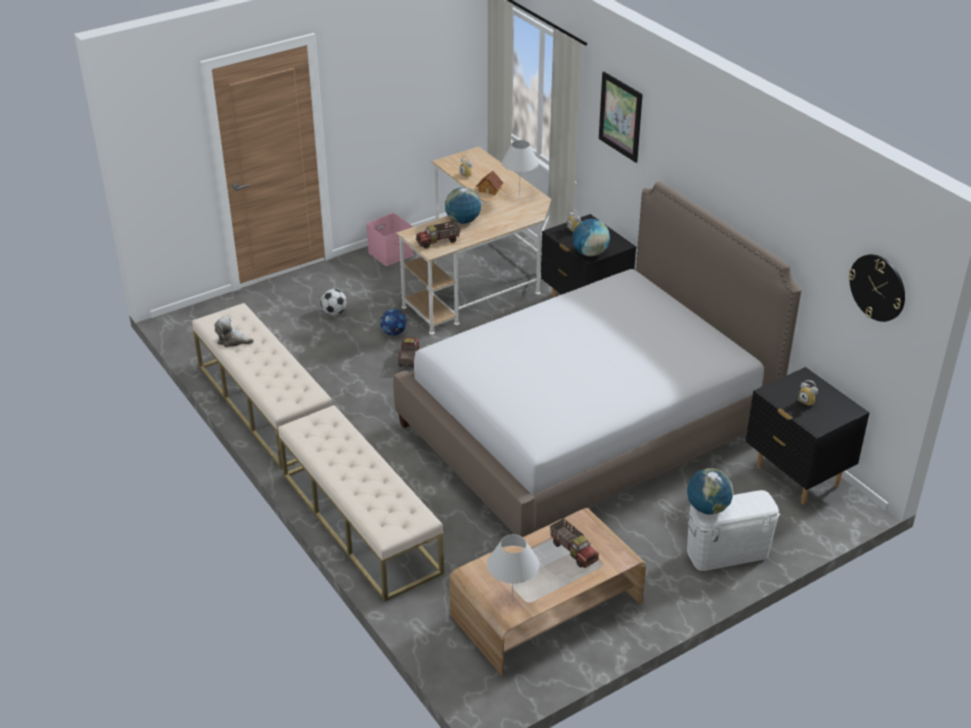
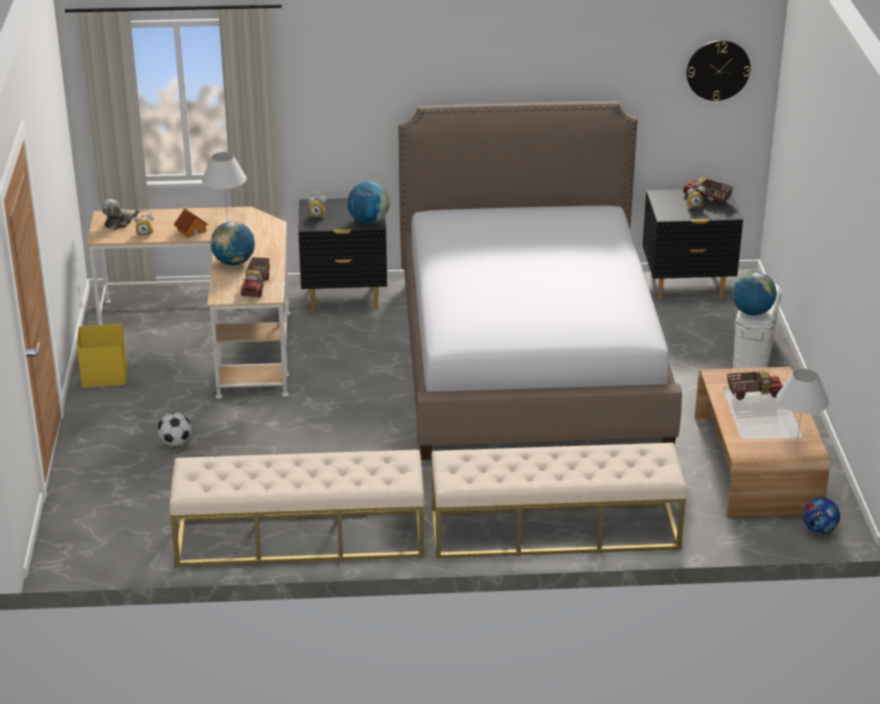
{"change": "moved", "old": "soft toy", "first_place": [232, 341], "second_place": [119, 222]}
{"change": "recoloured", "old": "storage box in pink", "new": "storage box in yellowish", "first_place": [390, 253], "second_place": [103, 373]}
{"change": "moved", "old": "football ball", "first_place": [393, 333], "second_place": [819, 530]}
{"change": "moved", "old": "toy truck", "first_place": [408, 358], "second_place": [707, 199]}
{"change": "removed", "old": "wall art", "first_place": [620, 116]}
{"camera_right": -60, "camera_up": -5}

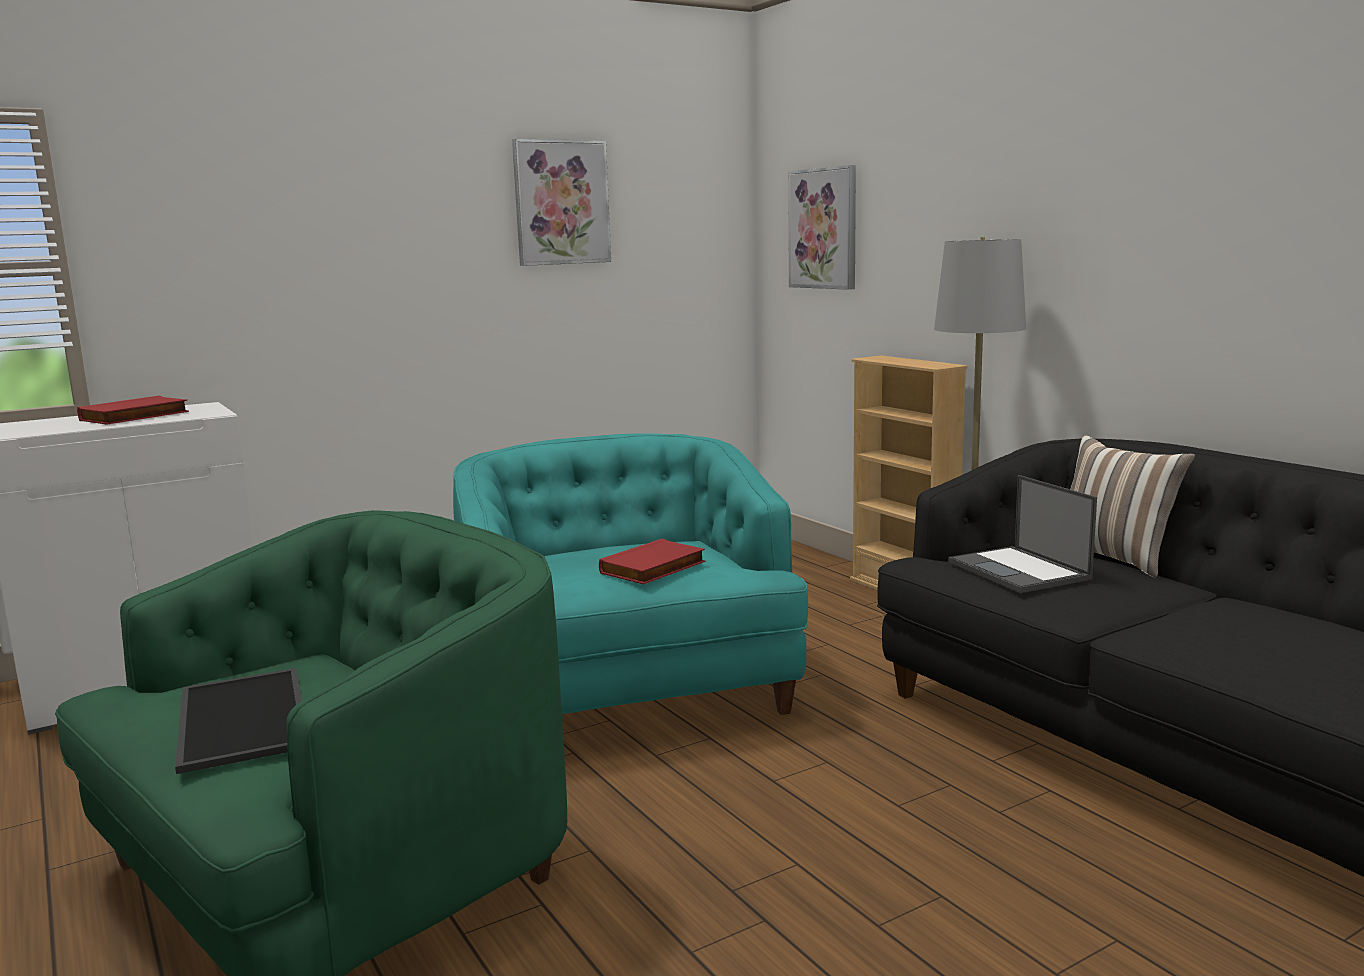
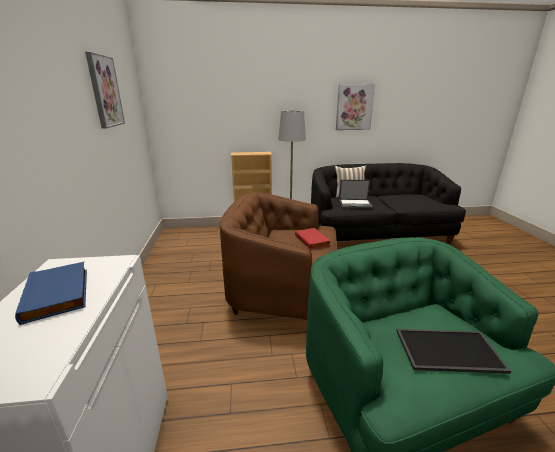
{"change": "recoloured", "old": "bound book in red", "new": "bound book in blue-coloured", "first_place": [135, 416], "second_place": [59, 294]}
{"change": "recoloured", "old": "easy chair in blue-green", "new": "easy chair in brownish", "first_place": [624, 691], "second_place": [284, 291]}
{"change": "moved", "old": "wall art", "first_place": [823, 228], "second_place": [354, 107]}
{"camera_right": -65, "camera_up": 10}

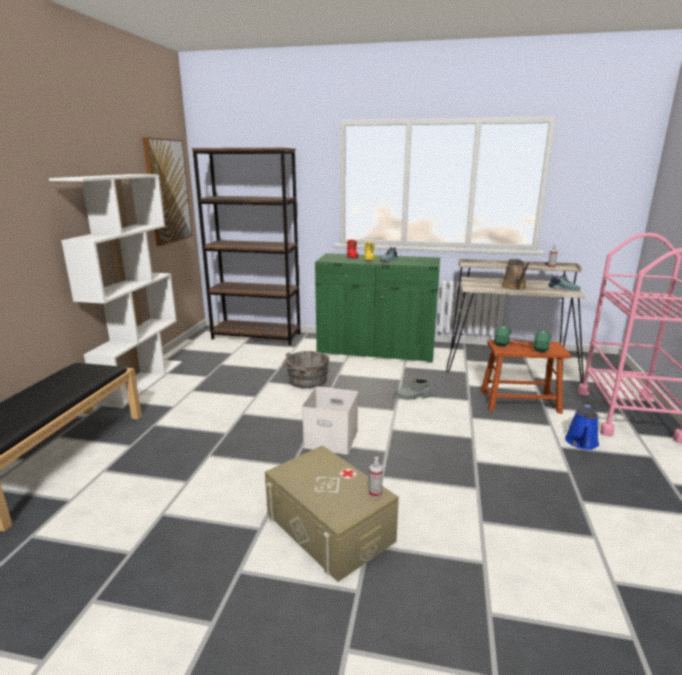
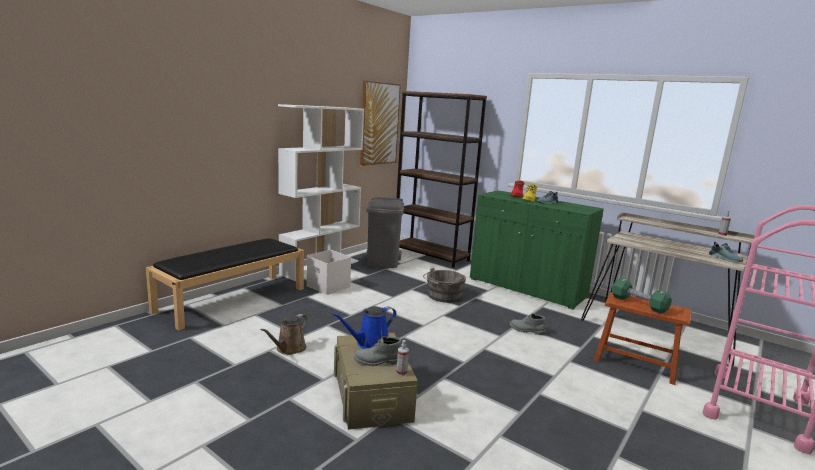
{"change": "moved", "old": "storage box in white", "first_place": [332, 438], "second_place": [329, 286]}
{"change": "moved", "old": "watering pot in brownish", "first_place": [514, 287], "second_place": [289, 349]}
{"change": "moved", "old": "watering pot in blue-coloured", "first_place": [581, 443], "second_place": [370, 344]}
{"change": "added", "new": "high-top boot in gray", "second_place": [378, 361]}
{"change": "added", "new": "rubbish bin in gray", "second_place": [383, 262]}
{"camera_right": 25, "camera_up": -5}

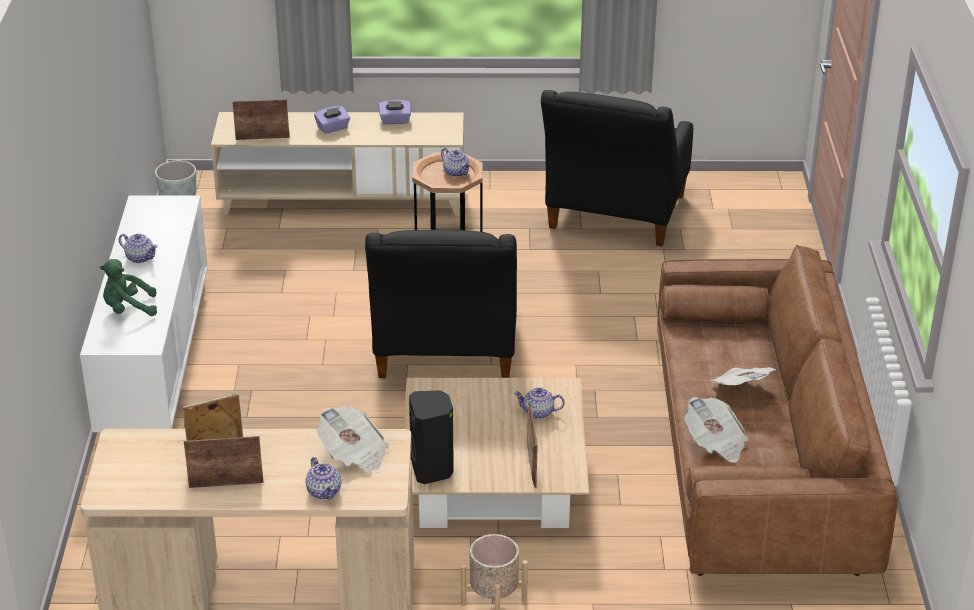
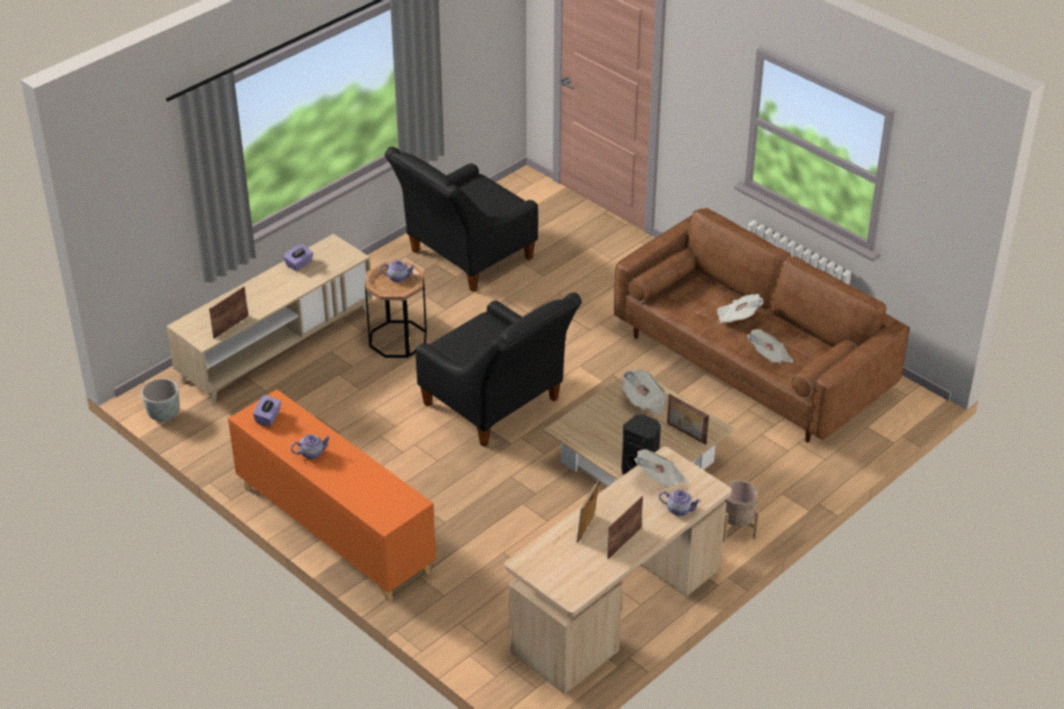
{"change": "recoloured", "old": "cupboard in white", "new": "cupboard in orange-coloured", "first_place": [156, 364], "second_place": [334, 529]}
{"change": "removed", "old": "soft toy in greenish", "first_place": [128, 309]}
{"change": "moved", "old": "tissue holder in purple-coloured", "first_place": [333, 128], "second_place": [268, 417]}
{"change": "replaced", "old": "teapot", "new": "newspaper", "first_place": [539, 412], "second_place": [644, 401]}
{"change": "turned", "old": "easy chair in black", "first_place": [613, 217], "second_place": [464, 258], "degrees": 75}
{"camera_right": -45, "camera_up": 5}

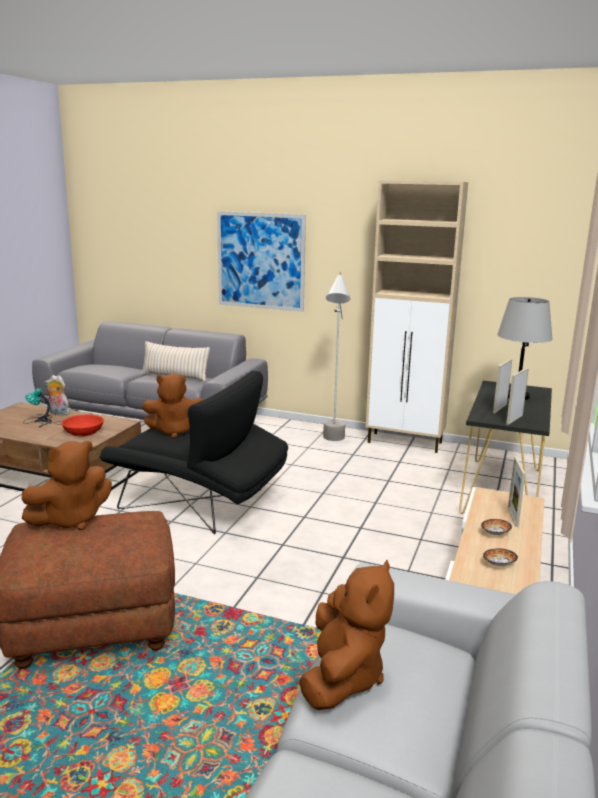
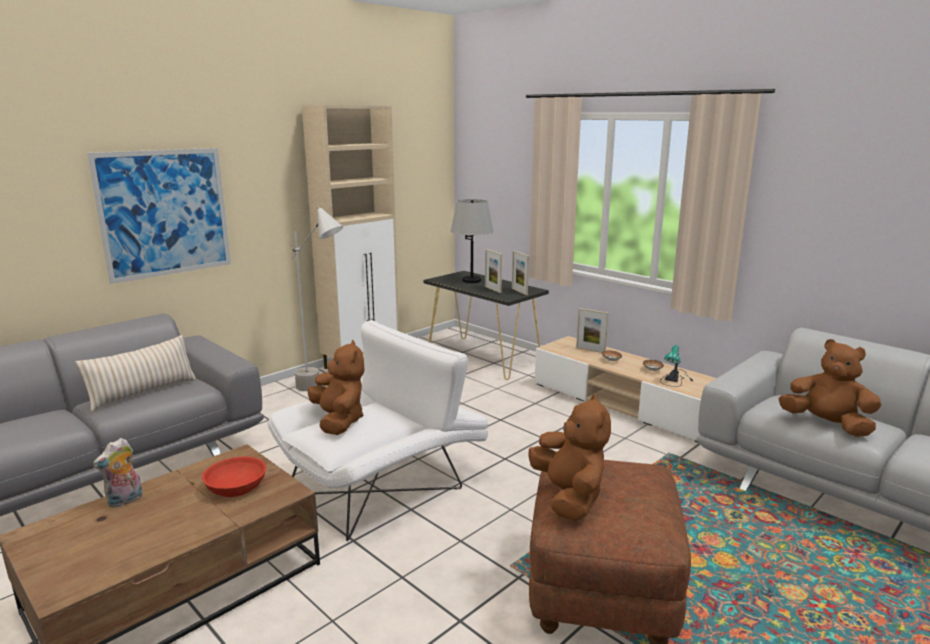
{"change": "moved", "old": "tabletop lamp", "first_place": [44, 422], "second_place": [676, 378]}
{"change": "recoloured", "old": "easy chair in black", "new": "easy chair in white", "first_place": [200, 503], "second_place": [384, 484]}
{"change": "turned", "old": "soft toy in brownish", "first_place": [175, 431], "second_place": [338, 421], "degrees": -45}
{"camera_right": -65, "camera_up": 0}

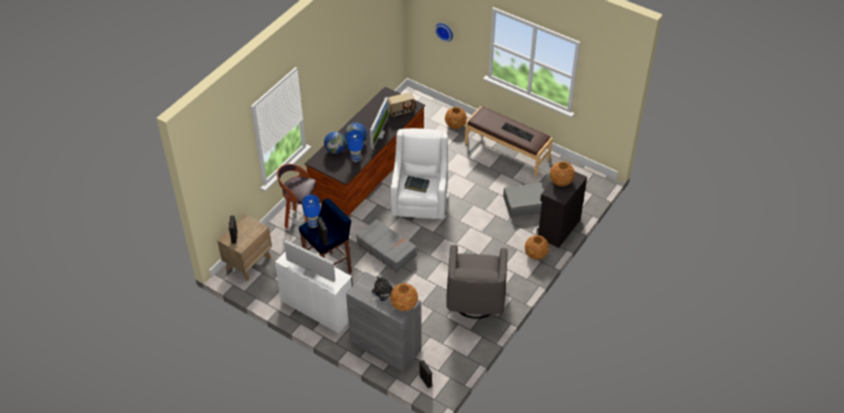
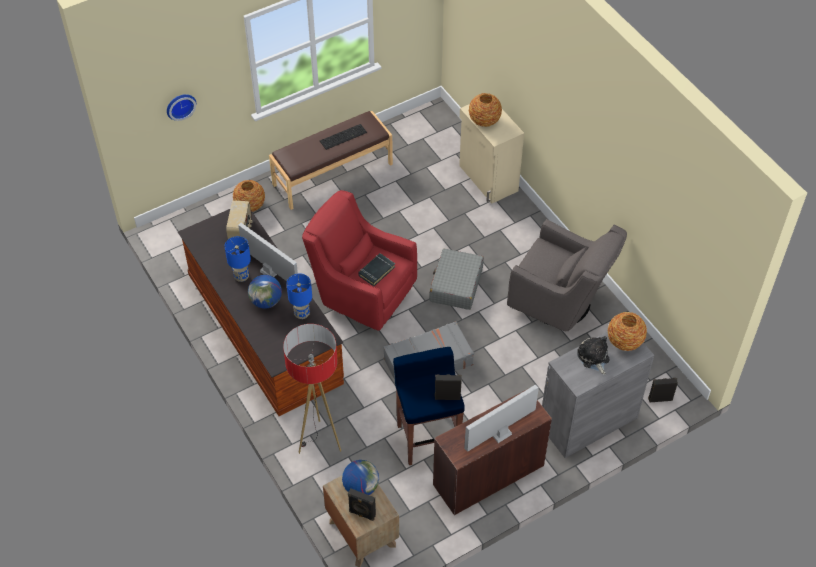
{"change": "recoloured", "old": "desk unit in white", "new": "desk unit in brownish", "first_place": [317, 307], "second_place": [487, 474]}
{"change": "replaced", "old": "sitting stool", "new": "standing lamp", "first_place": [301, 221], "second_place": [319, 441]}
{"change": "moved", "old": "tabletop lamp in blue-coloured", "first_place": [313, 224], "second_place": [241, 276]}
{"change": "moved", "old": "desk globe", "first_place": [335, 150], "second_place": [361, 487]}
{"change": "recoloured", "old": "easy chair in white", "new": "easy chair in red", "first_place": [420, 200], "second_place": [361, 293]}
{"change": "moved", "old": "travel case in gray", "first_place": [524, 204], "second_place": [456, 285]}
{"change": "removed", "old": "vase", "first_place": [536, 254]}
{"change": "recoloured", "old": "cupboard in black", "new": "cupboard in beige-coloured", "first_place": [558, 228], "second_place": [487, 179]}
{"camera_right": -65, "camera_up": 5}

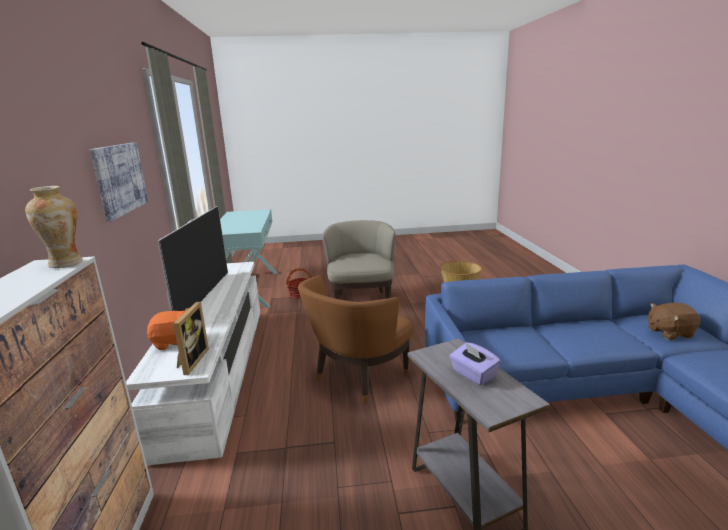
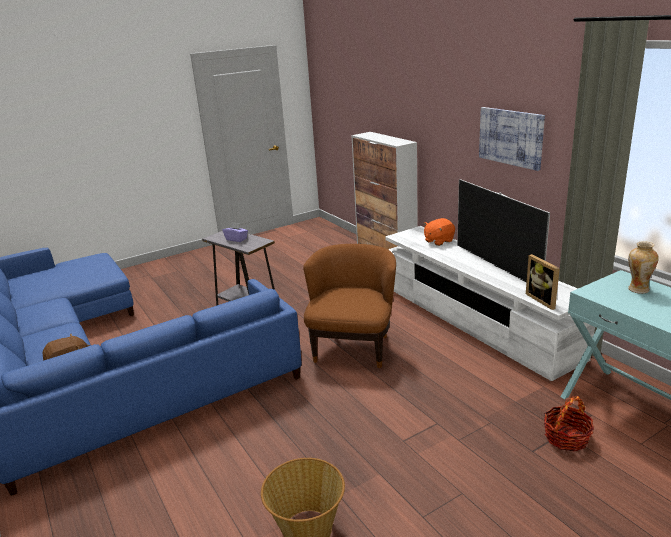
{"change": "moved", "old": "vase", "first_place": [65, 263], "second_place": [637, 289]}
{"change": "moved", "old": "standing frame", "first_place": [191, 361], "second_place": [543, 300]}
{"change": "removed", "old": "easy chair in beige-coloured", "first_place": [361, 301]}
{"camera_right": 155, "camera_up": 5}

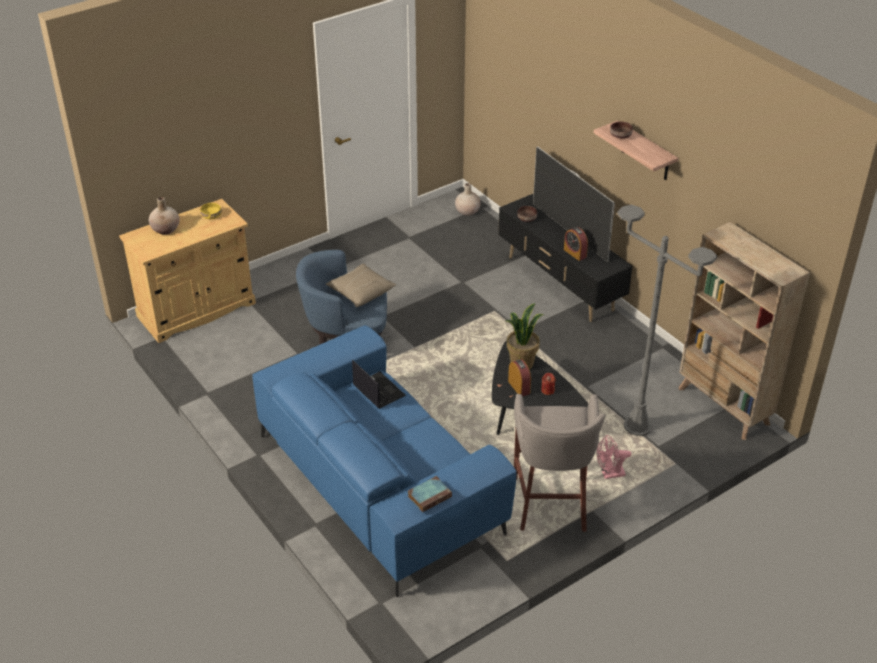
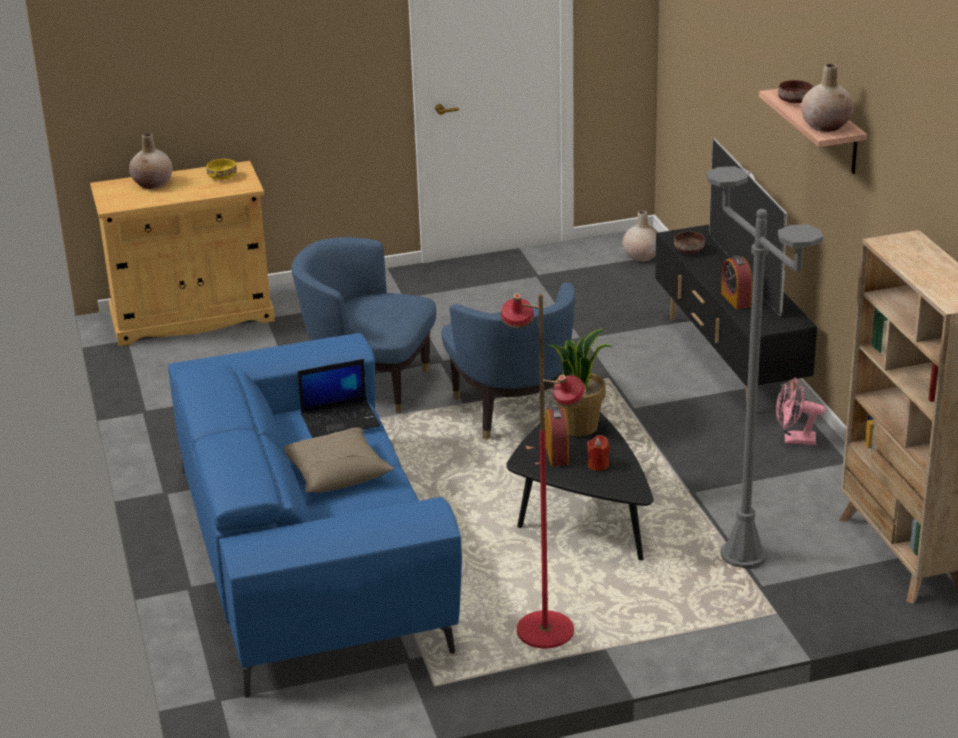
{"change": "moved", "old": "throw pillow in beige-coloured", "first_place": [361, 292], "second_place": [336, 473]}
{"change": "turned", "old": "laptop", "first_place": [378, 390], "second_place": [340, 420], "degrees": 90}
{"change": "removed", "old": "bound book", "first_place": [430, 496]}
{"change": "replaced", "old": "sitting stool in gray", "new": "standing lamp in red", "first_place": [551, 506], "second_place": [545, 630]}
{"change": "moved", "old": "cooling fan in pink", "first_place": [609, 474], "second_place": [794, 440]}
{"change": "added", "new": "easy chair in blue-coloured", "second_place": [512, 411]}
{"change": "added", "new": "vase in beige-coloured", "second_place": [826, 126]}
{"camera_right": 20, "camera_up": -10}

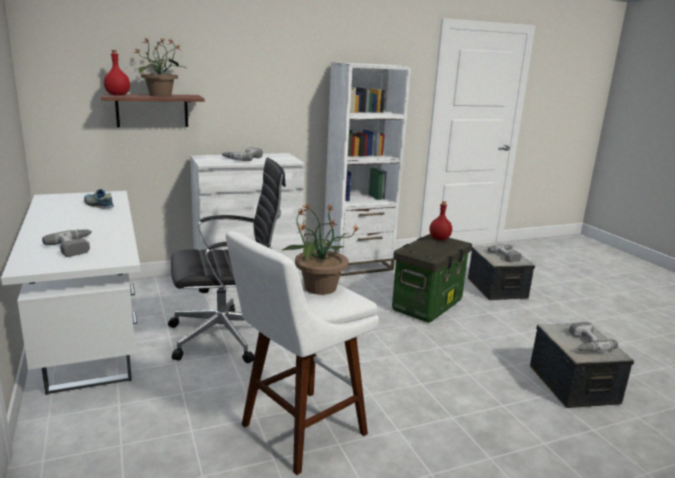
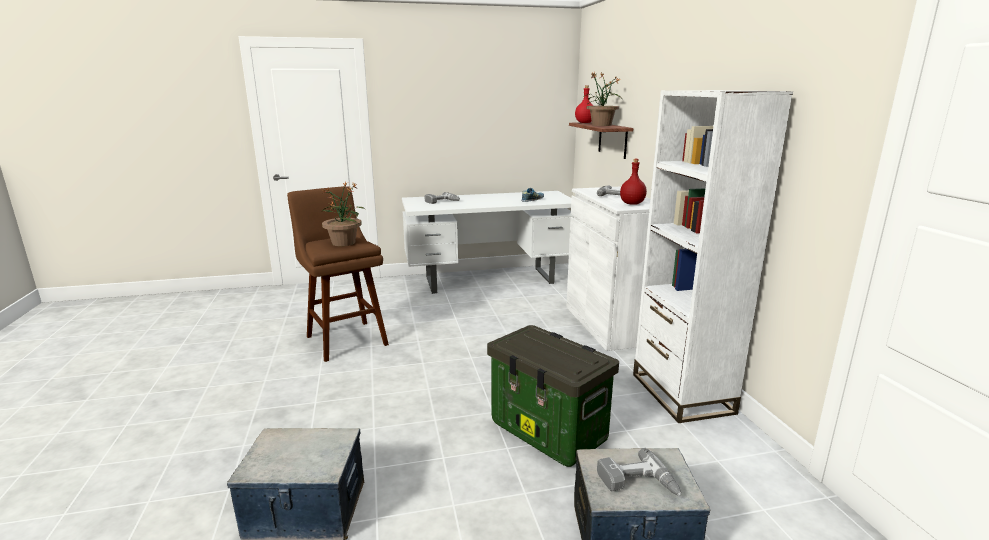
{"change": "removed", "old": "computer chair in black", "first_place": [227, 336]}
{"change": "recoloured", "old": "sitting stool in white", "new": "sitting stool in brownish", "first_place": [297, 432], "second_place": [345, 338]}
{"change": "moved", "old": "drink bottle in red", "first_place": [440, 239], "second_place": [631, 203]}
{"change": "removed", "old": "power drill", "first_place": [584, 343]}
{"camera_right": 100, "camera_up": 0}

